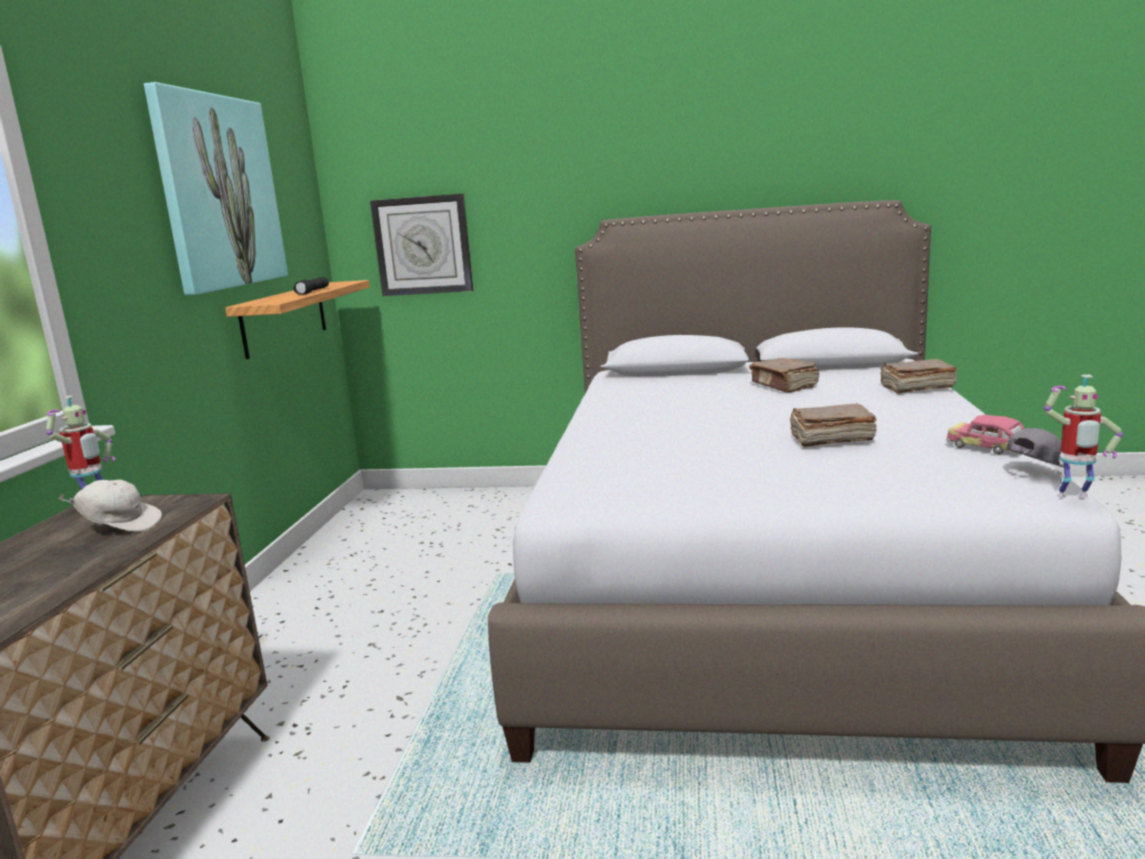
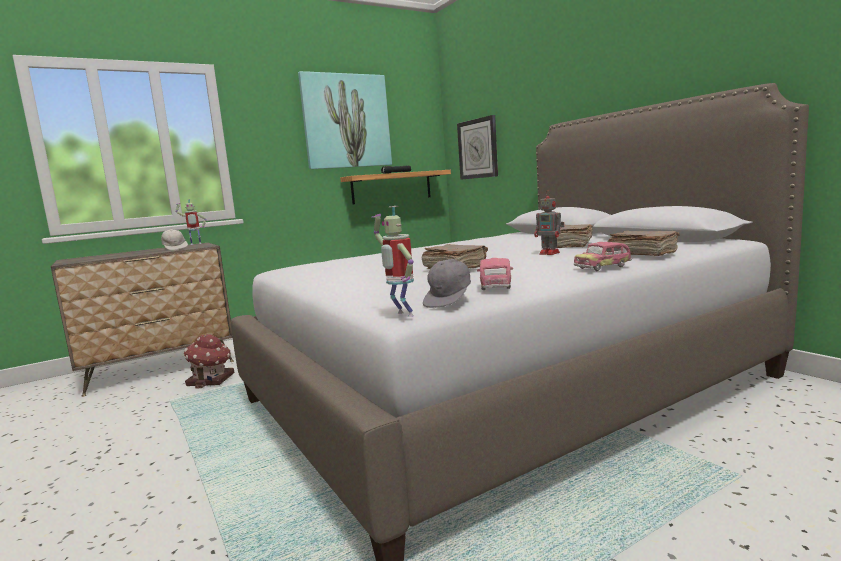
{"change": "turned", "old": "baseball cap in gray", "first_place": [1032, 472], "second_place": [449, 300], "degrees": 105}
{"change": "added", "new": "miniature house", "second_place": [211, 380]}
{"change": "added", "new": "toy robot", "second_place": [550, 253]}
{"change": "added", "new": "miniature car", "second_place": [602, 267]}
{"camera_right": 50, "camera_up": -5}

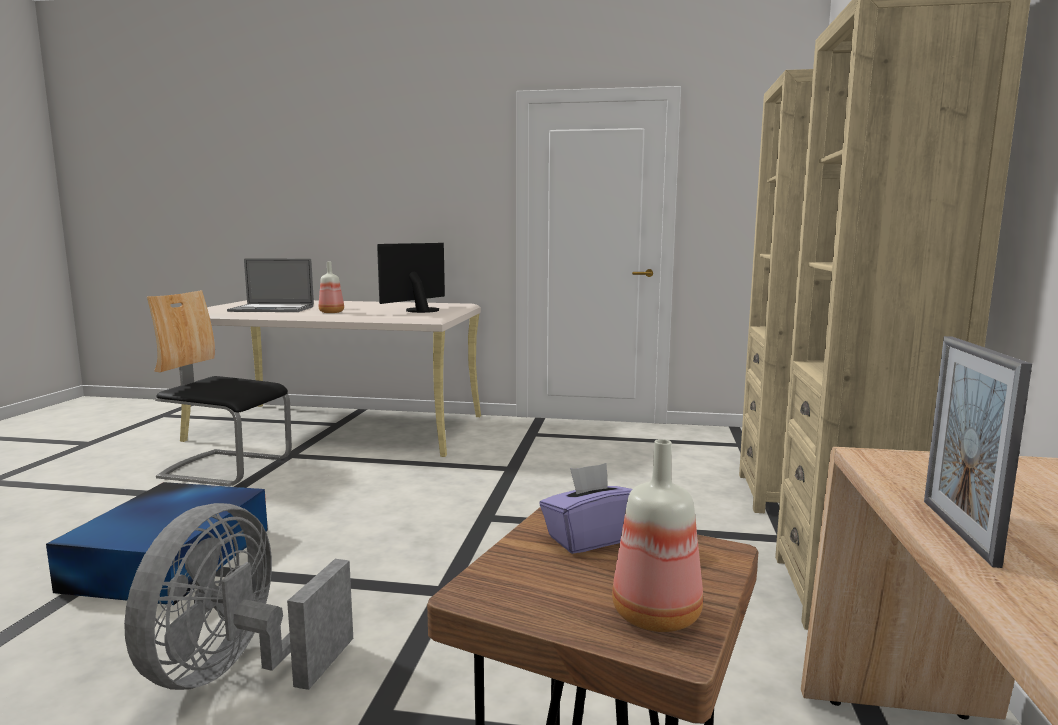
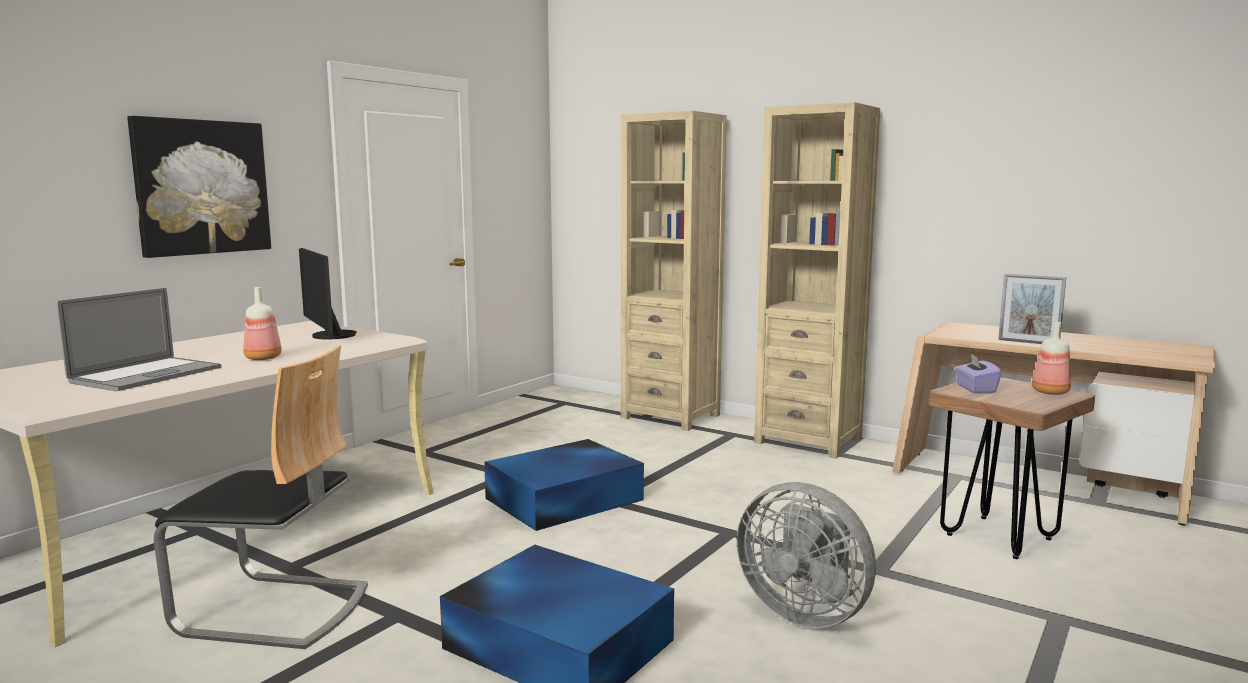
{"change": "turned", "old": "chair", "first_place": [226, 467], "second_place": [274, 609], "degrees": -120}
{"change": "added", "new": "wall art", "second_place": [202, 187]}
{"change": "added", "new": "storage box in blue-coloured", "second_place": [566, 499]}
{"camera_right": -65, "camera_up": 0}

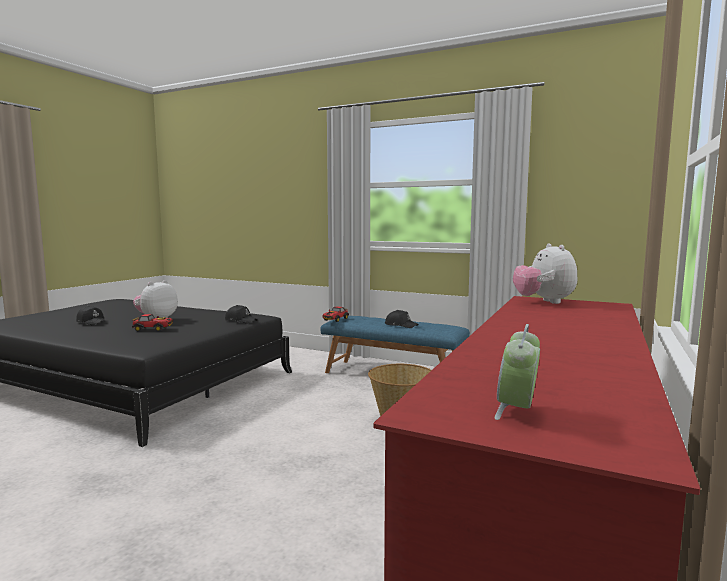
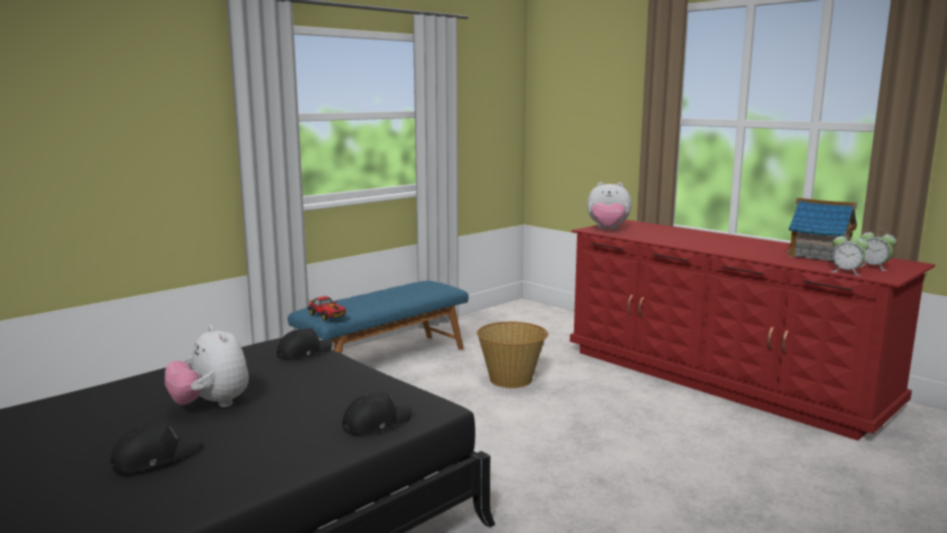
{"change": "removed", "old": "miniature car", "first_place": [153, 329]}
{"change": "moved", "old": "baseball cap in black", "first_place": [401, 325], "second_place": [376, 423]}
{"change": "added", "new": "miniature house", "second_place": [819, 255]}
{"change": "added", "new": "table clock", "second_place": [846, 272]}
{"camera_right": -70, "camera_up": 5}

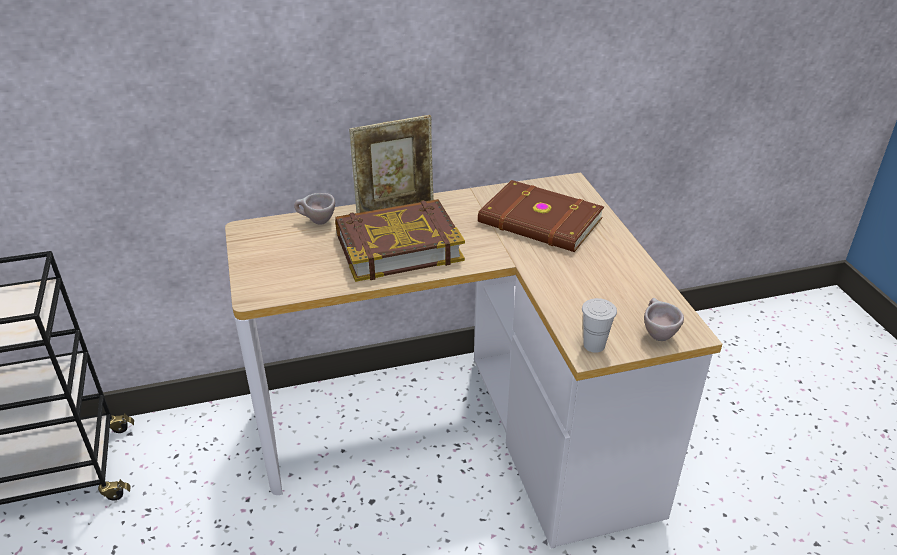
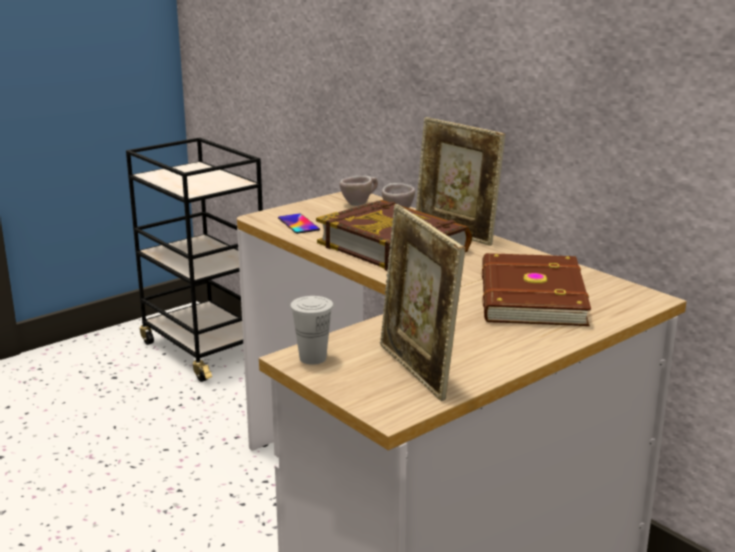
{"change": "moved", "old": "small cup in beige-coloured", "first_place": [656, 333], "second_place": [360, 203]}
{"change": "added", "new": "handset", "second_place": [298, 224]}
{"change": "added", "new": "standing frame", "second_place": [417, 371]}
{"camera_right": 65, "camera_up": -15}

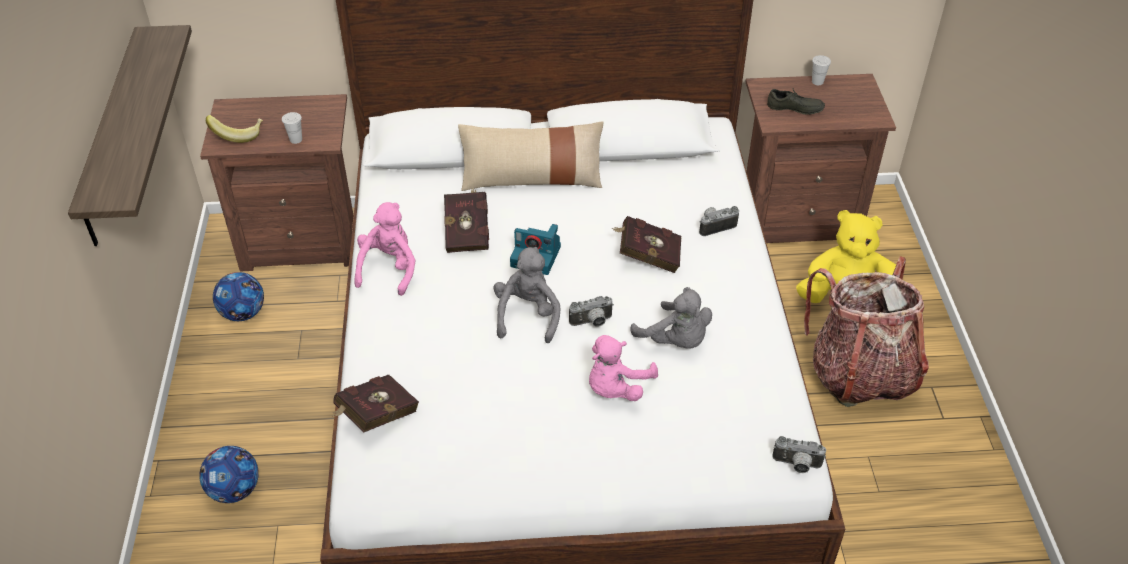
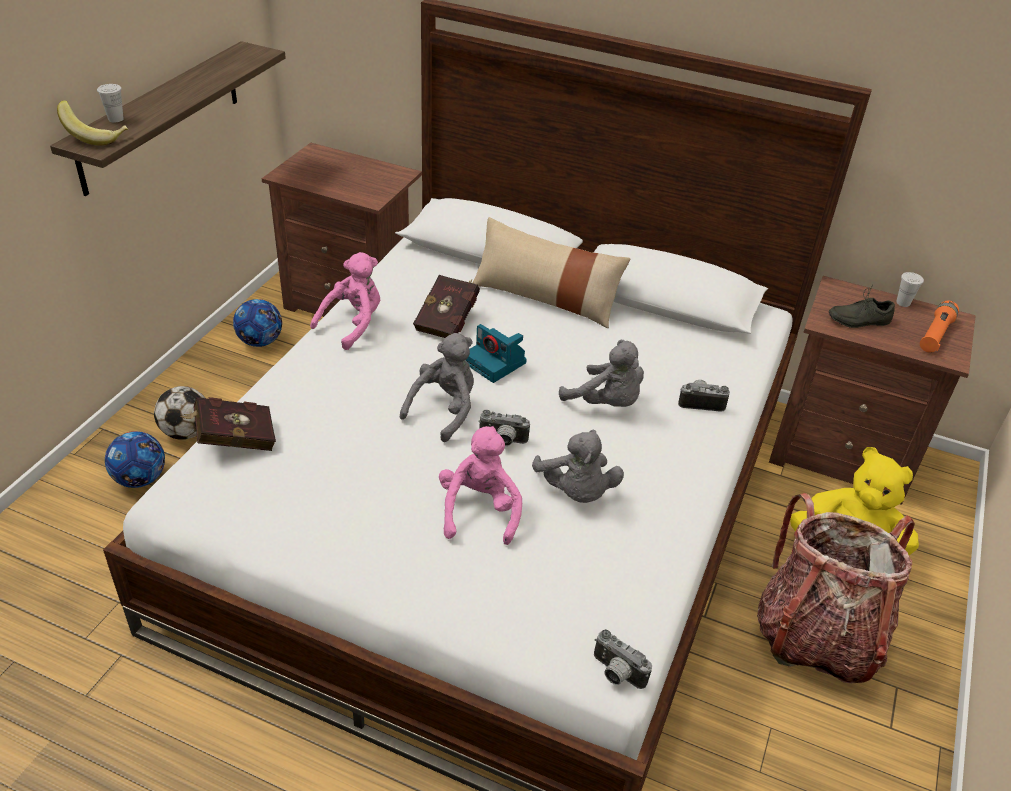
{"change": "moved", "old": "banana", "first_place": [238, 135], "second_place": [96, 137]}
{"change": "moved", "old": "small cup in white", "first_place": [296, 139], "second_place": [115, 119]}
{"change": "turned", "old": "soft toy in pink", "first_place": [616, 387], "second_place": [479, 510], "degrees": 120}
{"change": "replaced", "old": "bound book in red", "new": "soft toy in gray", "first_place": [646, 256], "second_place": [606, 403]}
{"change": "turned", "old": "item of footwear in gray", "first_place": [794, 109], "second_place": [858, 319], "degrees": 135}
{"change": "added", "new": "football ball", "second_place": [186, 432]}
{"change": "added", "new": "torch in orange-coloured", "second_place": [935, 334]}
{"camera_right": 25, "camera_up": -5}

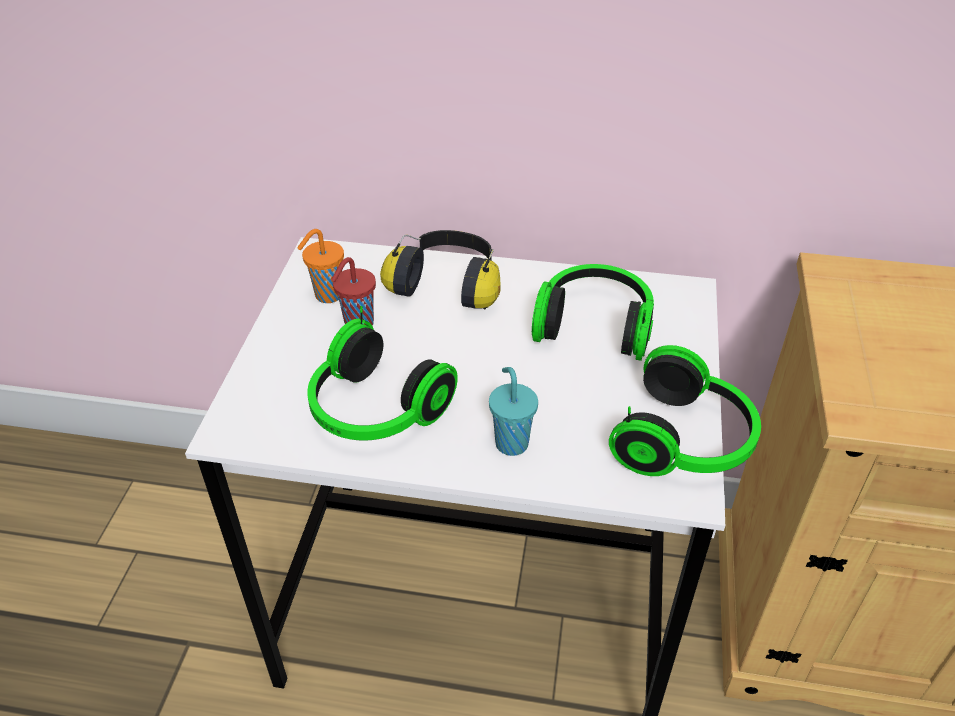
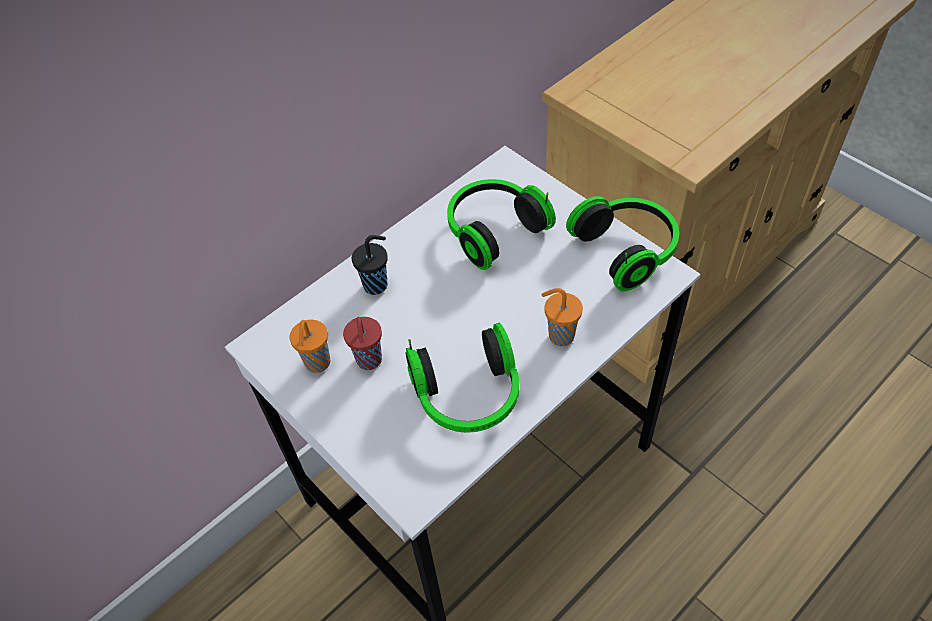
{"change": "replaced", "old": "headset", "new": "small cup in black", "first_place": [448, 285], "second_place": [377, 285]}
{"change": "recoloured", "old": "small cup in blue-green", "new": "small cup in orange-coloured", "first_place": [511, 442], "second_place": [559, 336]}
{"camera_right": -50, "camera_up": 10}

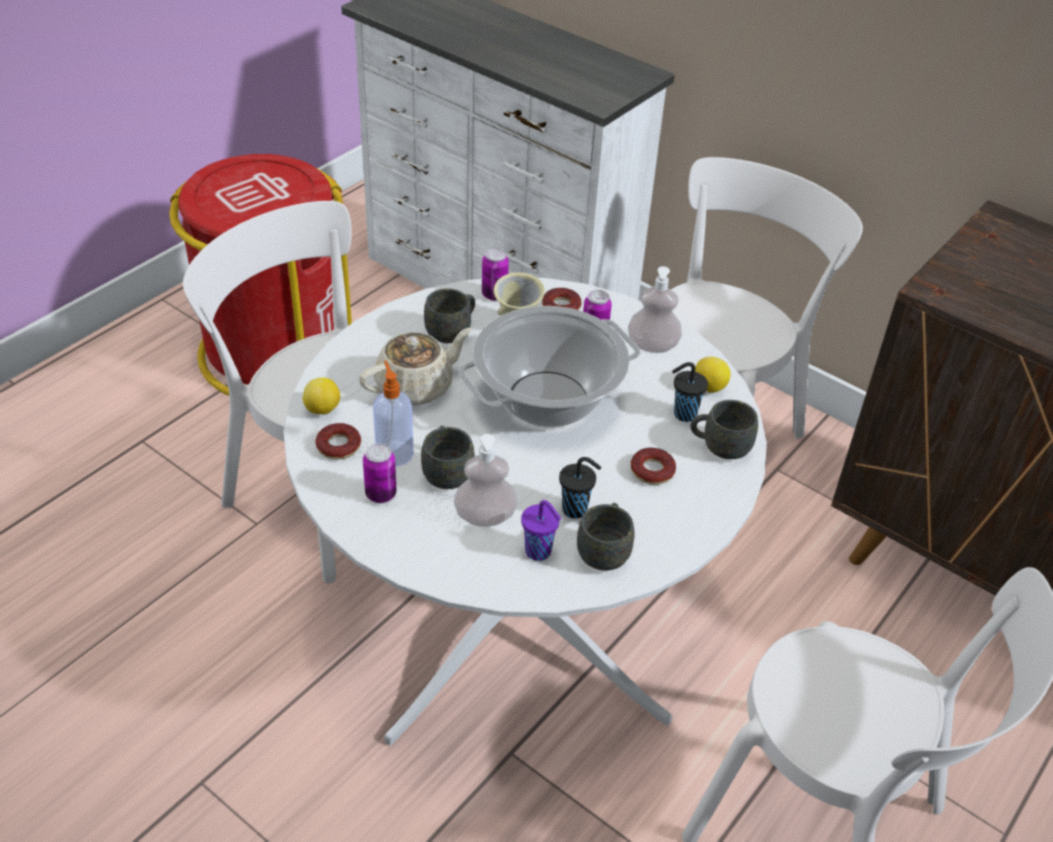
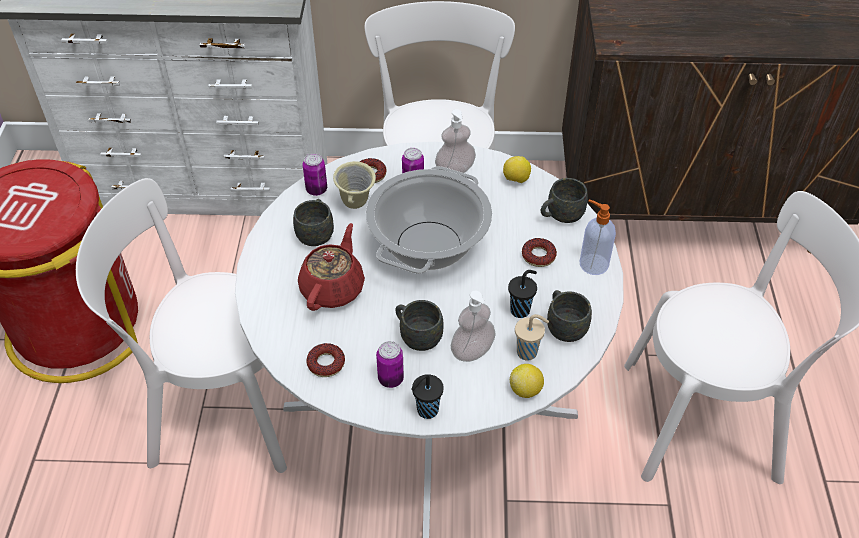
{"change": "moved", "old": "citrus fruit", "first_place": [323, 410], "second_place": [525, 390]}
{"change": "recoloured", "old": "teapot in beige-coloured", "new": "teapot in red", "first_place": [416, 386], "second_place": [333, 288]}
{"change": "moved", "old": "soap bottle", "first_place": [394, 452], "second_place": [592, 264]}
{"change": "recoloured", "old": "small cup in purple-coloured", "new": "small cup in beige-coloured", "first_place": [539, 552], "second_place": [528, 352]}
{"change": "moved", "old": "small cup in black", "first_place": [683, 414], "second_place": [426, 411]}
{"camera_right": -35, "camera_up": 5}

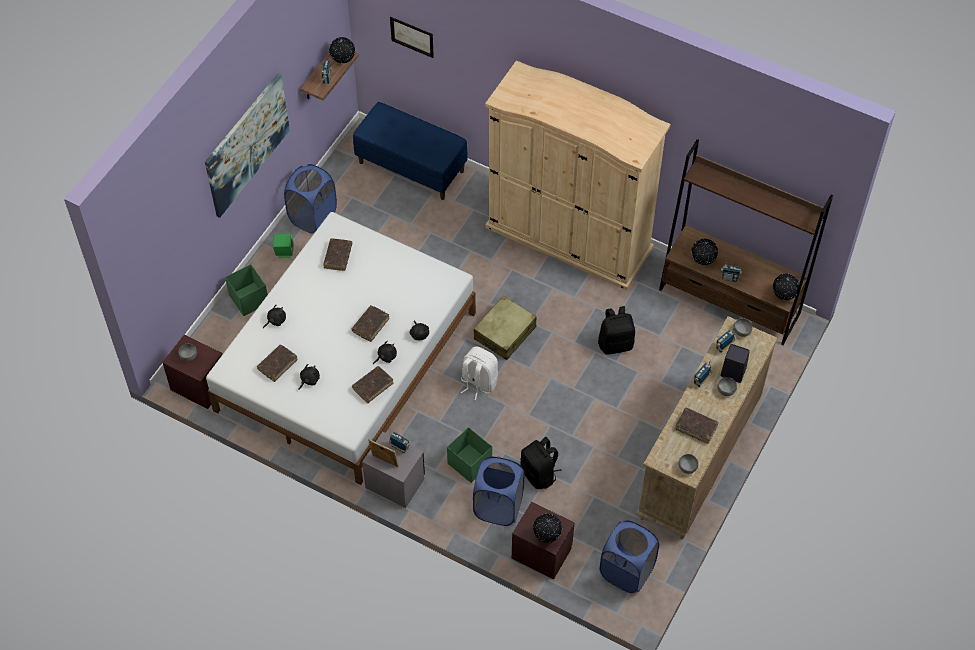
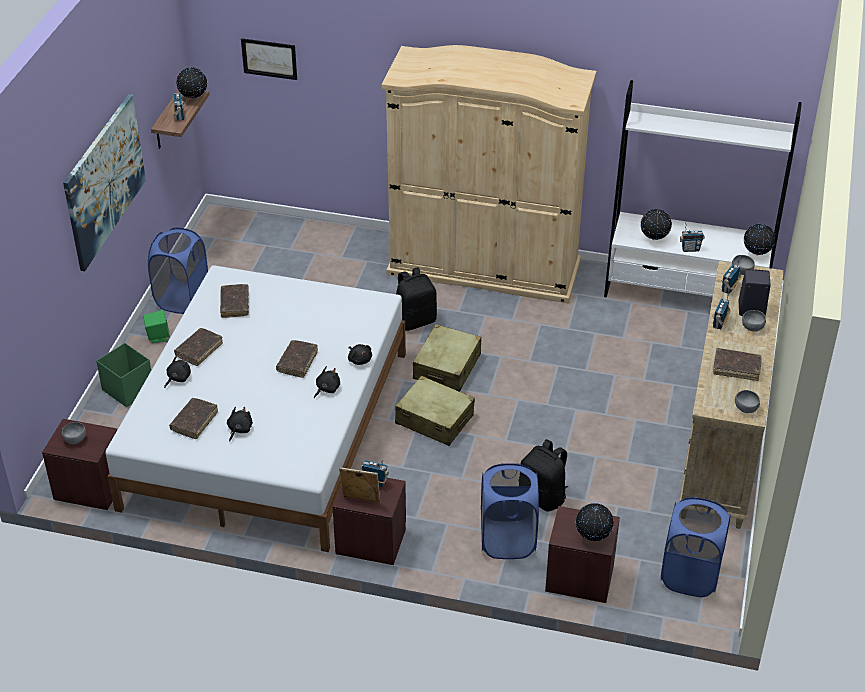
{"change": "moved", "old": "bound book in brownish", "first_place": [373, 386], "second_place": [199, 350]}
{"change": "removed", "old": "bench in blue-coloured", "first_place": [412, 166]}
{"change": "recoloured", "old": "night table in gray", "new": "night table in brownish", "first_place": [395, 483], "second_place": [371, 541]}
{"change": "removed", "old": "storage box in greenish", "first_place": [469, 463]}
{"change": "replaced", "old": "knapsack in white", "new": "travel case in beige-coloured", "first_place": [478, 382], "second_place": [434, 420]}
{"change": "moved", "old": "knapsack in black", "first_place": [616, 343], "second_place": [415, 320]}
{"change": "recoloured", "old": "shelving unit in brownish", "new": "shelving unit in white", "first_place": [729, 302], "second_place": [685, 293]}
{"camera_right": -15, "camera_up": -15}

